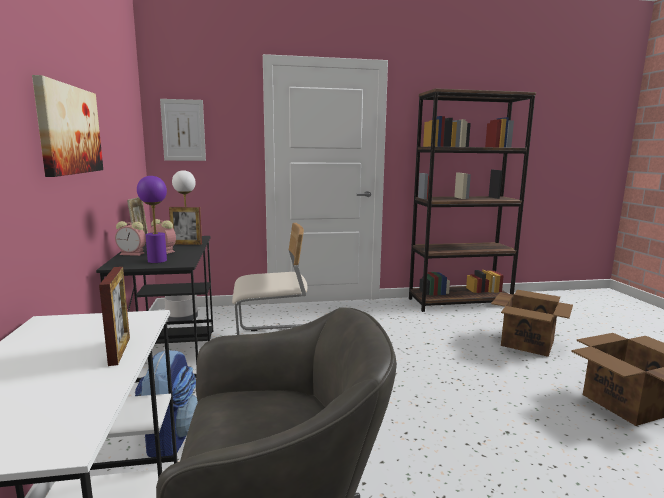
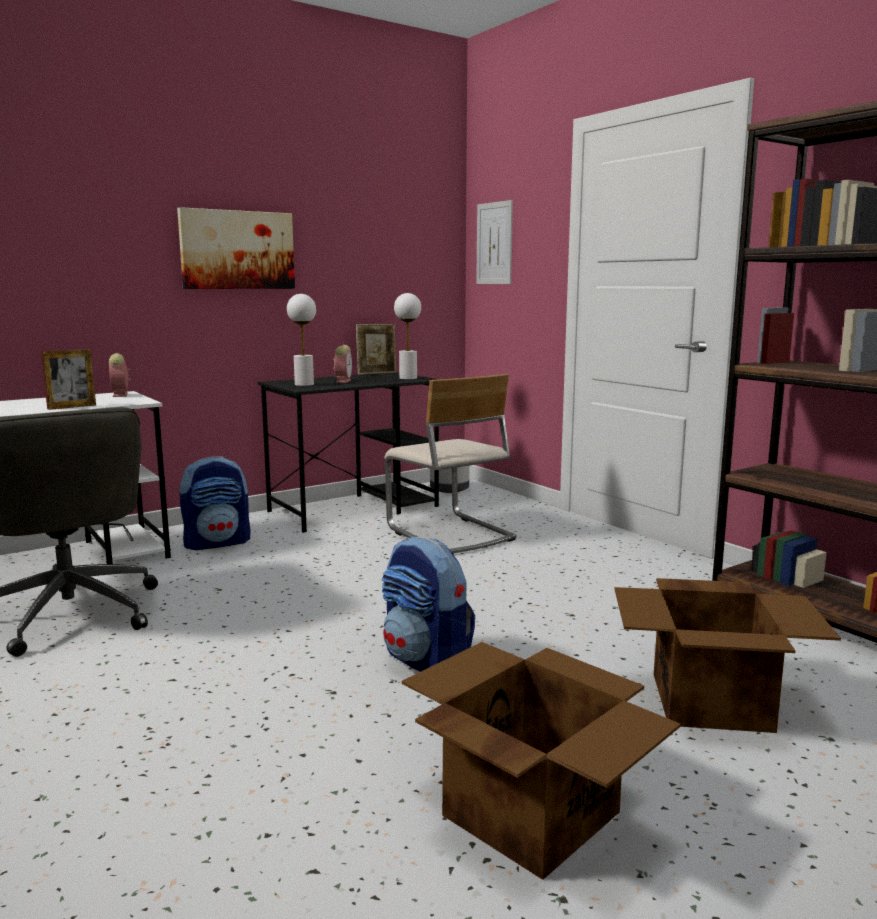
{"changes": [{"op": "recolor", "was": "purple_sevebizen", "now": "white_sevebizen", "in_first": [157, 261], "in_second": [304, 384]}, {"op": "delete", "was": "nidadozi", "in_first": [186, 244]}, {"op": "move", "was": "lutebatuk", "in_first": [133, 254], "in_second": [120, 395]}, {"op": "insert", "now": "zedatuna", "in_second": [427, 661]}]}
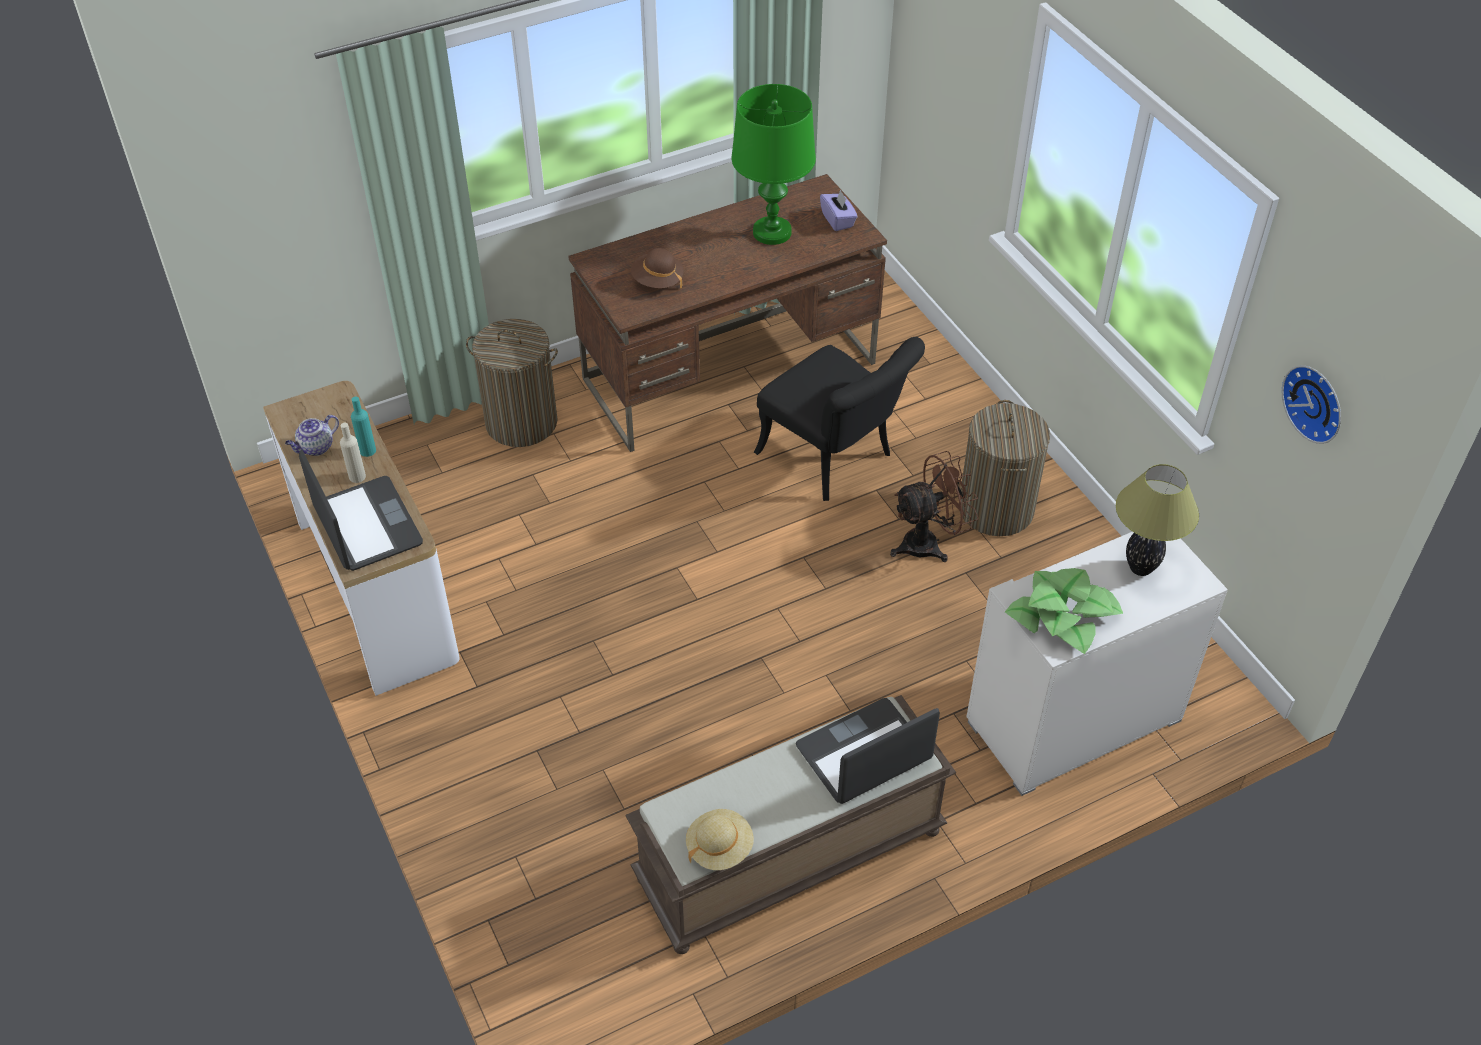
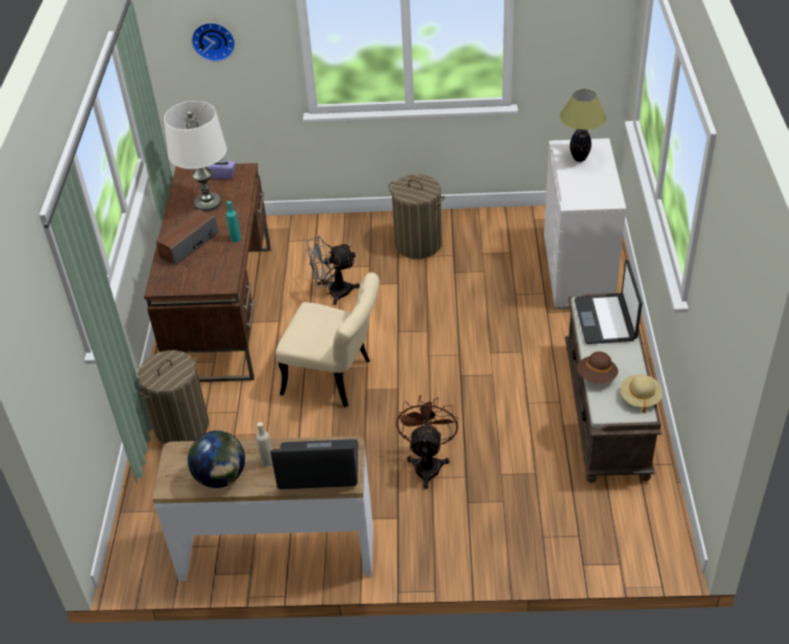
{"changes": [{"op": "recolor", "was": "green_sevebizen", "now": "white_sevebizen", "in_first": [772, 232], "in_second": [208, 203]}, {"op": "move", "was": "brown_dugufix", "in_first": [657, 281], "in_second": [596, 376]}, {"op": "replace", "was": "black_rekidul", "now": "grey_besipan", "in_first": [834, 460], "in_second": [333, 293]}, {"op": "move", "was": "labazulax", "in_first": [1316, 402], "in_second": [213, 40]}, {"op": "move", "was": "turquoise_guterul", "in_first": [367, 450], "in_second": [235, 239]}, {"op": "replace", "was": "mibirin", "now": "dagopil", "in_first": [316, 448], "in_second": [221, 477]}, {"op": "move", "was": "brown_besipan", "in_first": [929, 543], "in_second": [428, 463]}, {"op": "delete", "was": "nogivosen", "in_first": [1062, 616]}, {"op": "insert", "now": "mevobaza", "in_second": [188, 244]}, {"op": "insert", "now": "beige_rekidul", "in_second": [336, 378]}]}
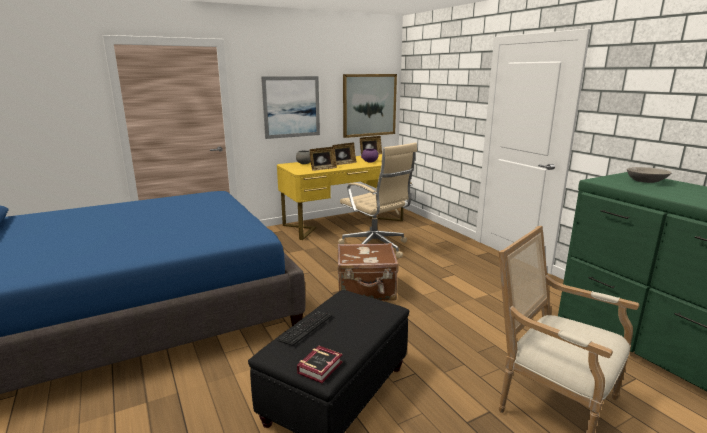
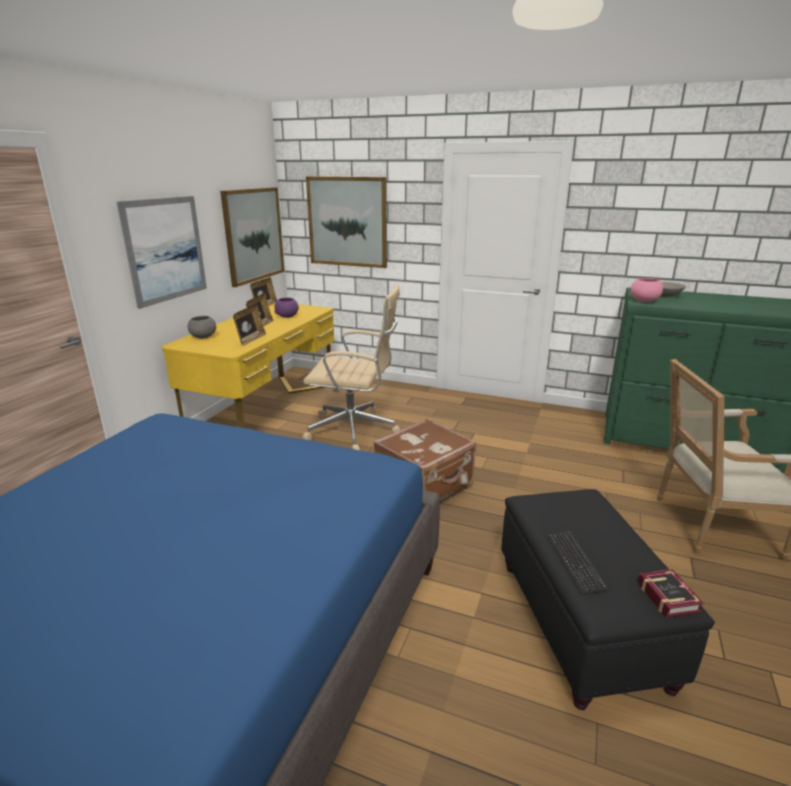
{"changes": [{"op": "insert", "now": "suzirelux", "in_second": [347, 222]}, {"op": "insert", "now": "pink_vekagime", "in_second": [644, 301]}]}
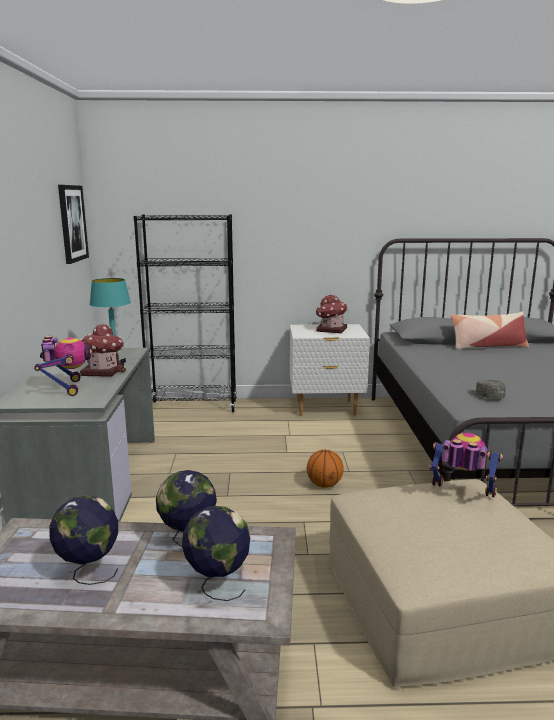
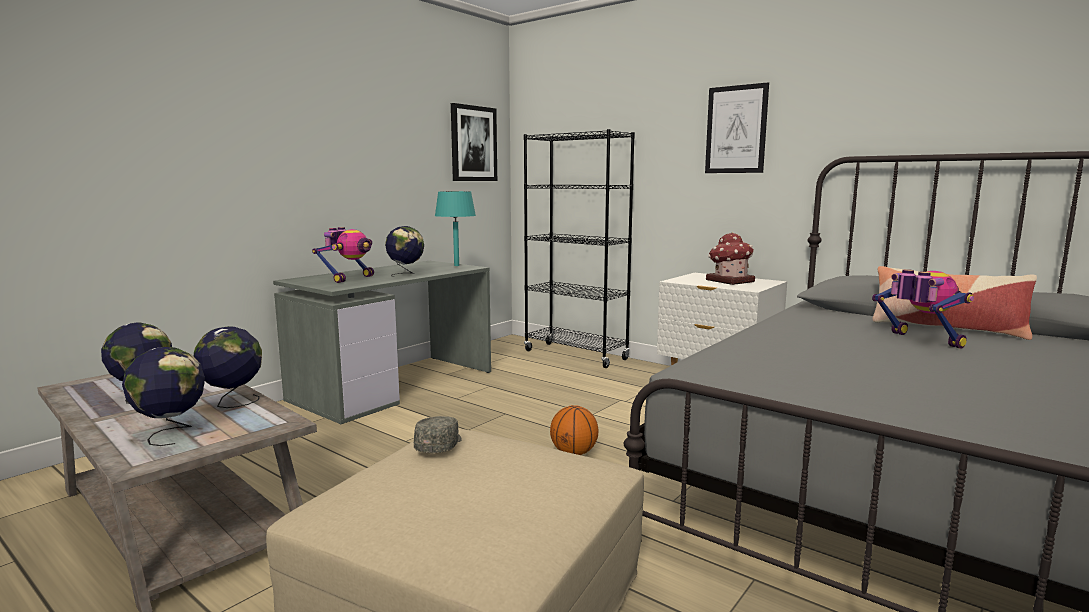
{"changes": [{"op": "replace", "was": "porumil", "now": "dagopil", "in_first": [104, 371], "in_second": [406, 274]}, {"op": "move", "was": "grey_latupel", "in_first": [486, 396], "in_second": [440, 445]}, {"op": "move", "was": "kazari", "in_first": [461, 494], "in_second": [919, 341]}, {"op": "insert", "now": "suzirelux", "in_second": [736, 129]}]}
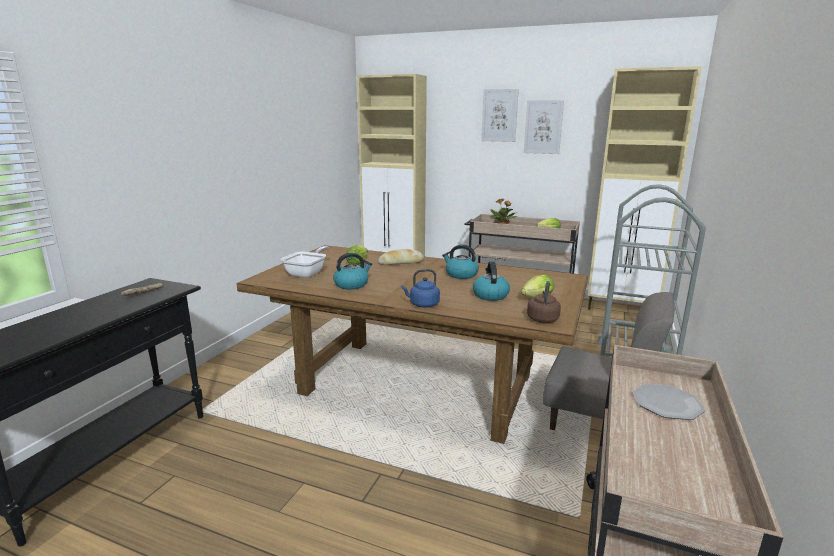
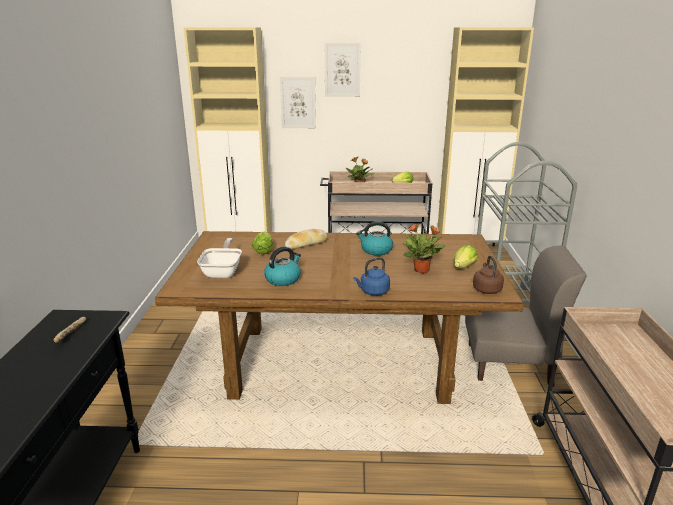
{"changes": [{"op": "move", "was": "suzirelux", "in_first": [543, 127], "in_second": [298, 102]}, {"op": "replace", "was": "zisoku", "now": "nogivosen", "in_first": [490, 295], "in_second": [422, 270]}, {"op": "delete", "was": "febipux", "in_first": [666, 403]}]}
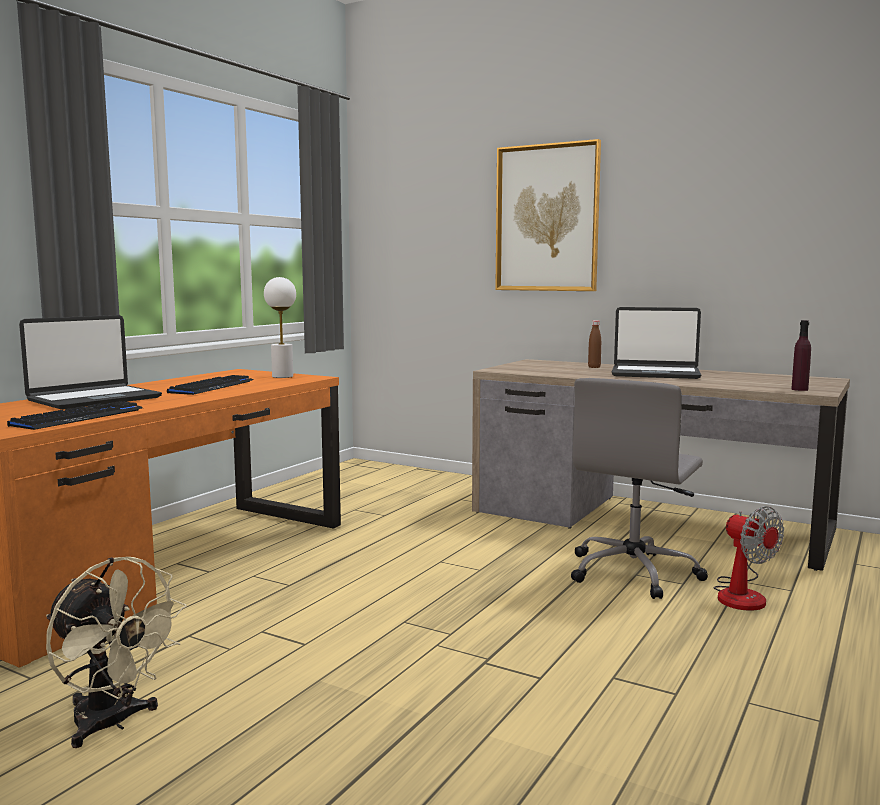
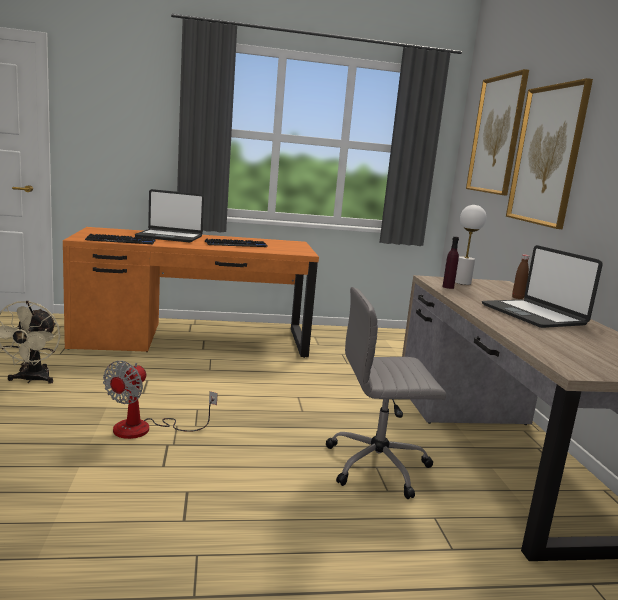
{"changes": [{"op": "move", "was": "white_sevebizen", "in_first": [282, 376], "in_second": [462, 282]}, {"op": "move", "was": "purple_guterul", "in_first": [799, 389], "in_second": [448, 287]}, {"op": "move", "was": "besipan", "in_first": [741, 594], "in_second": [145, 429]}, {"op": "insert", "now": "suzirelux", "in_second": [496, 135]}]}
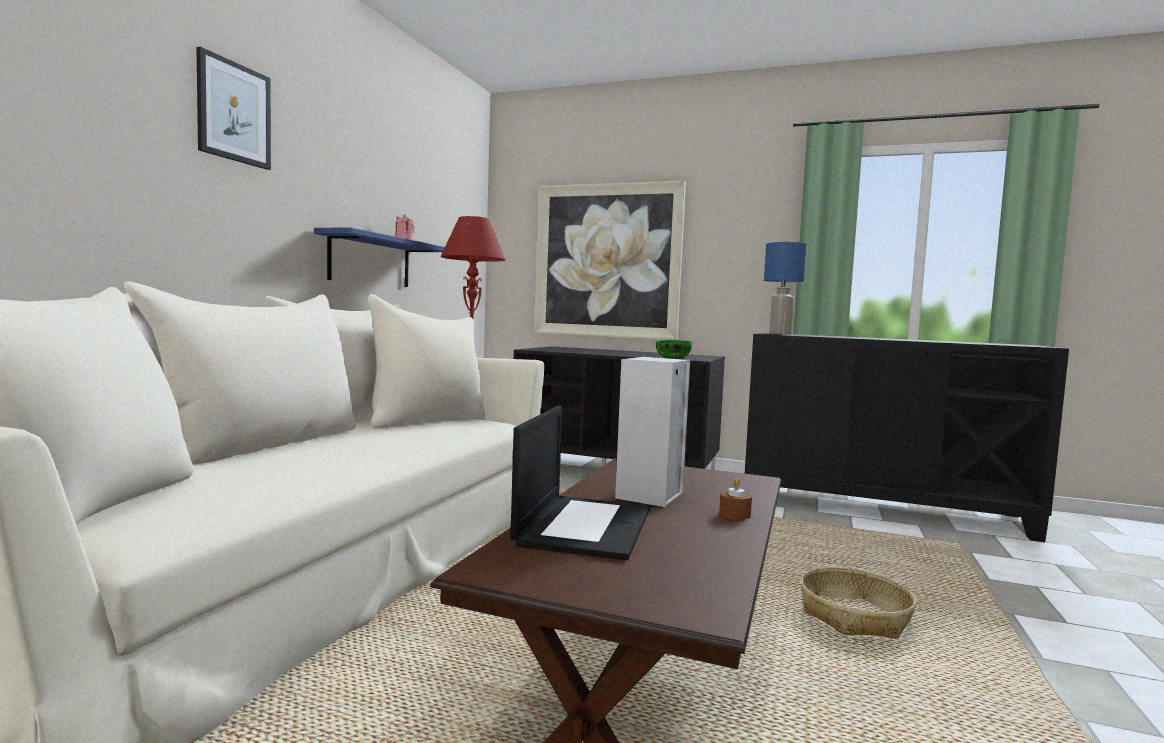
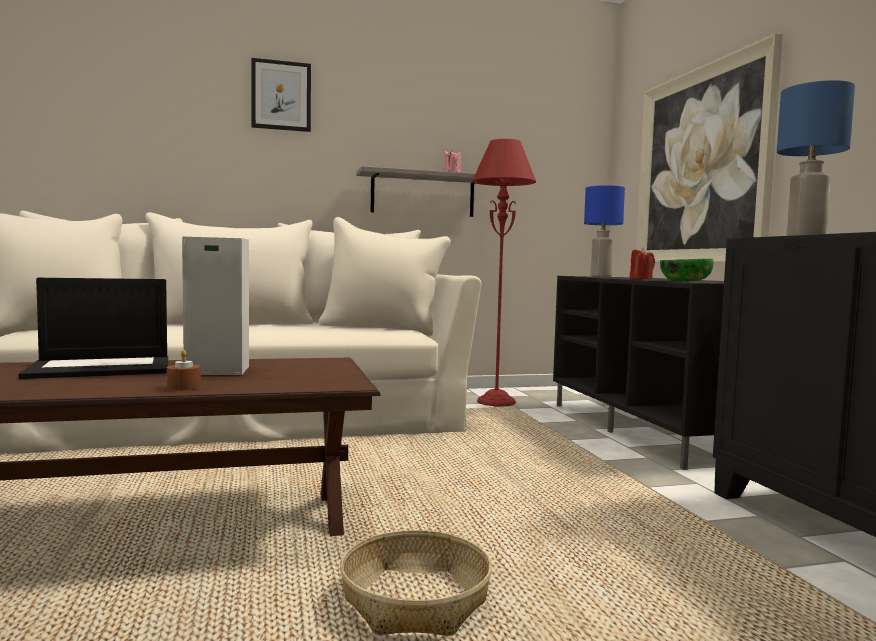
{"changes": [{"op": "recolor", "was": "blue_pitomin", "now": "grey_pitomin", "in_first": [370, 261], "in_second": [423, 195]}, {"op": "insert", "now": "blue_sevebizen", "in_second": [601, 276]}, {"op": "insert", "now": "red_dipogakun", "in_second": [641, 279]}]}
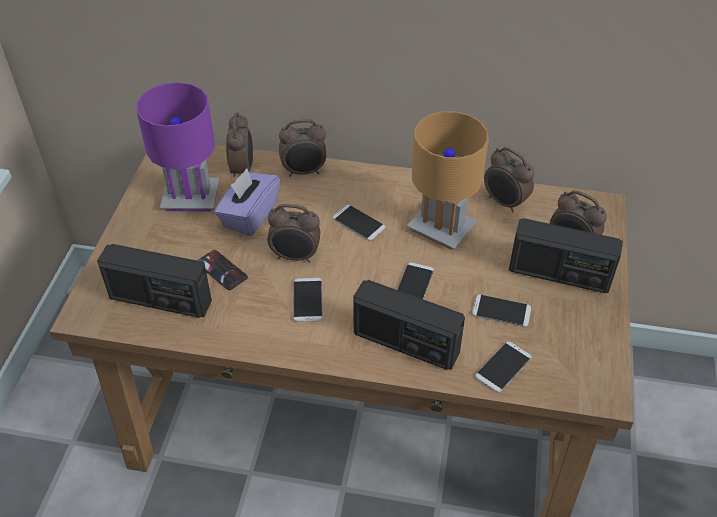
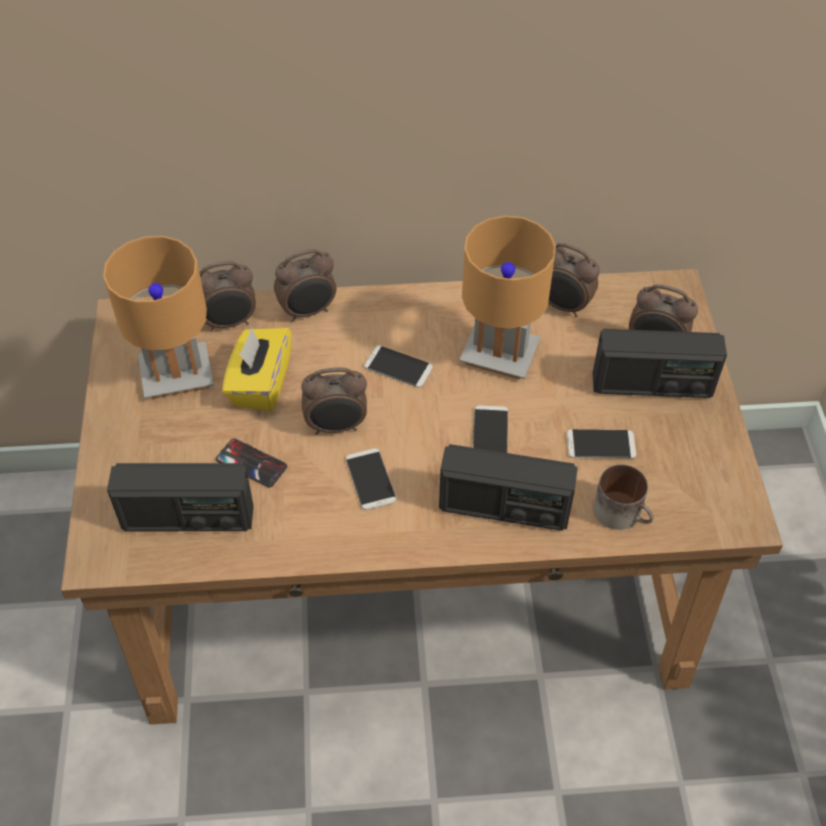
{"changes": [{"op": "recolor", "was": "purple_sevebizen", "now": "brown_sevebizen", "in_first": [191, 197], "in_second": [176, 374]}, {"op": "rotate", "was": "lutebatuk", "in_first": [243, 169], "in_second": [229, 323], "clockwise": 90}, {"op": "recolor", "was": "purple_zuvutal", "now": "yellow_zuvutal", "in_first": [249, 216], "in_second": [260, 384]}, {"op": "replace", "was": "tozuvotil", "now": "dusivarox", "in_first": [503, 367], "in_second": [623, 512]}]}
